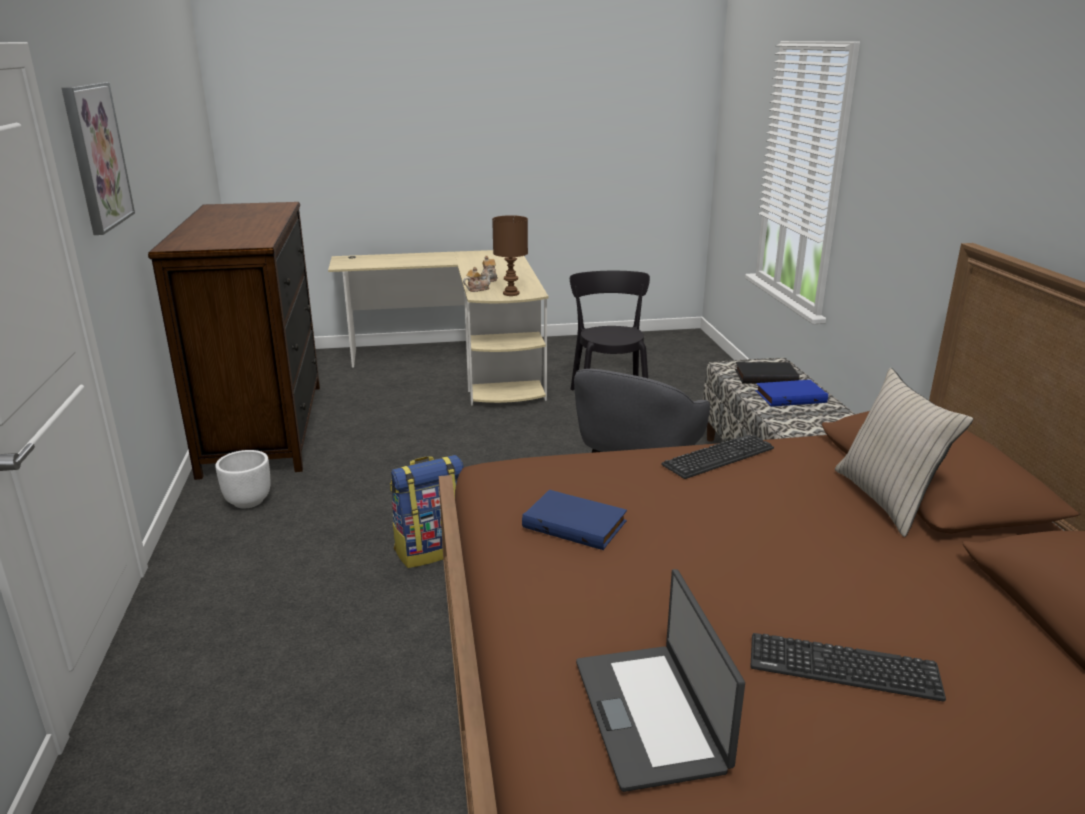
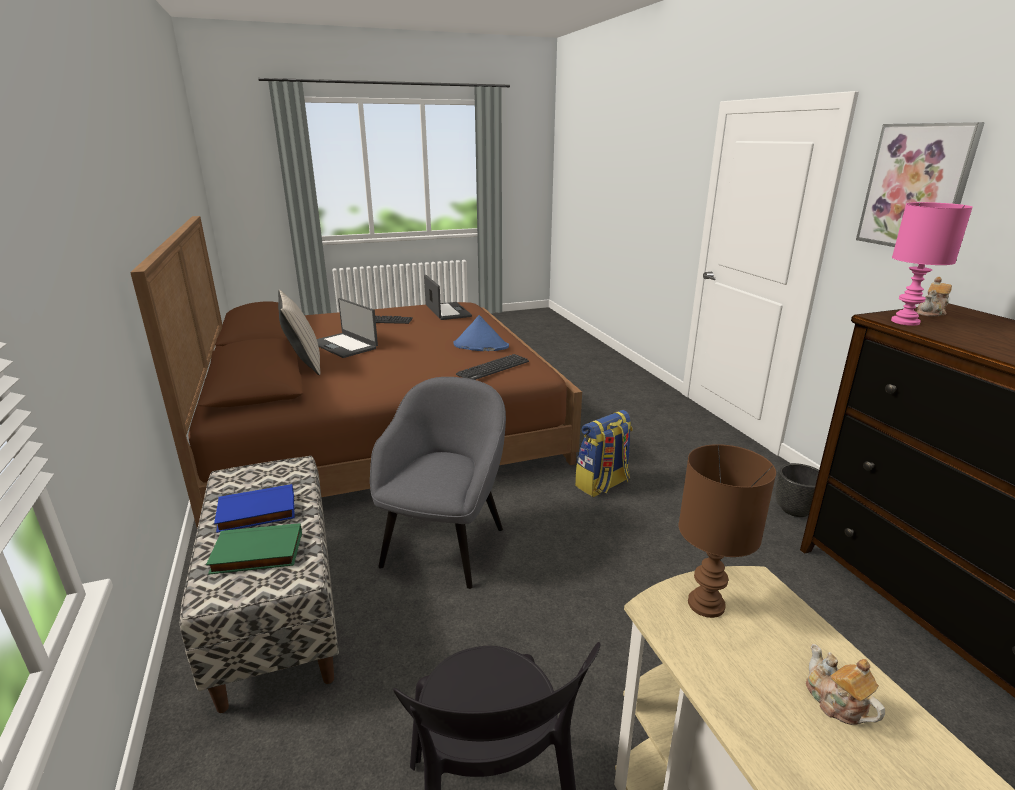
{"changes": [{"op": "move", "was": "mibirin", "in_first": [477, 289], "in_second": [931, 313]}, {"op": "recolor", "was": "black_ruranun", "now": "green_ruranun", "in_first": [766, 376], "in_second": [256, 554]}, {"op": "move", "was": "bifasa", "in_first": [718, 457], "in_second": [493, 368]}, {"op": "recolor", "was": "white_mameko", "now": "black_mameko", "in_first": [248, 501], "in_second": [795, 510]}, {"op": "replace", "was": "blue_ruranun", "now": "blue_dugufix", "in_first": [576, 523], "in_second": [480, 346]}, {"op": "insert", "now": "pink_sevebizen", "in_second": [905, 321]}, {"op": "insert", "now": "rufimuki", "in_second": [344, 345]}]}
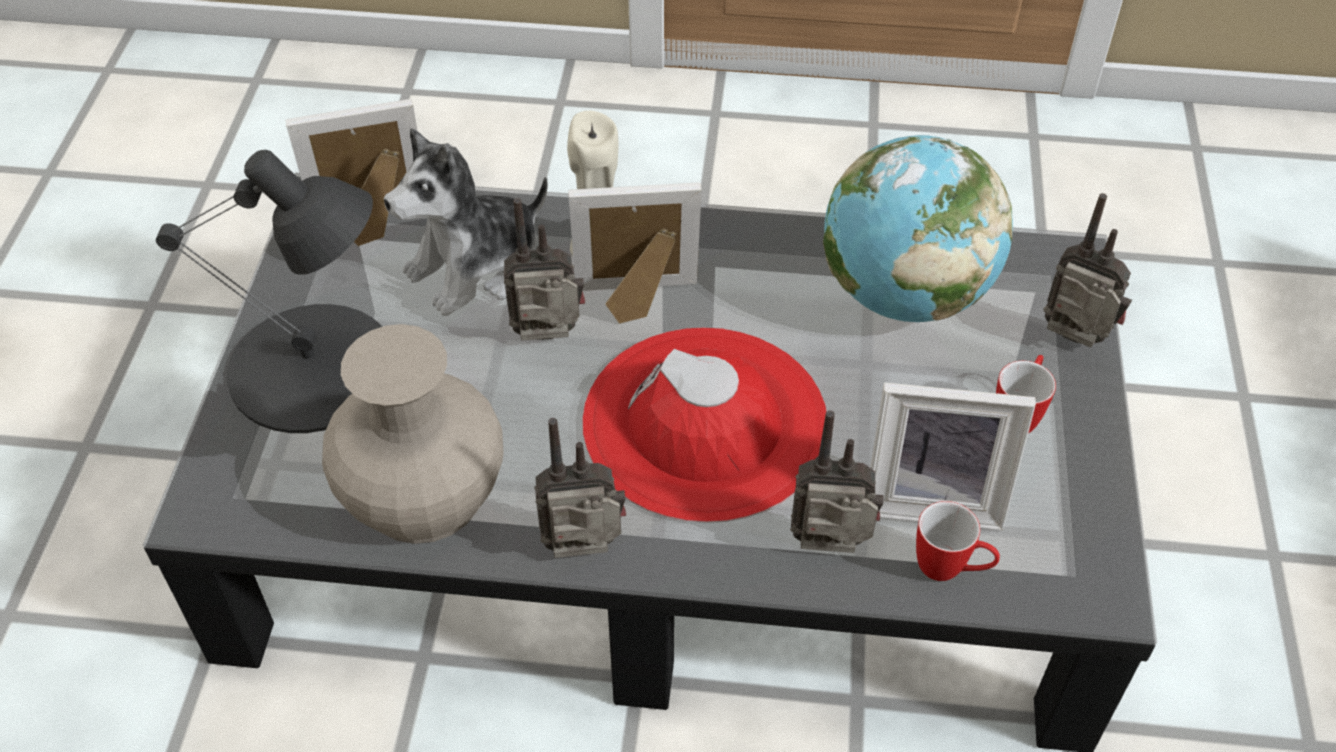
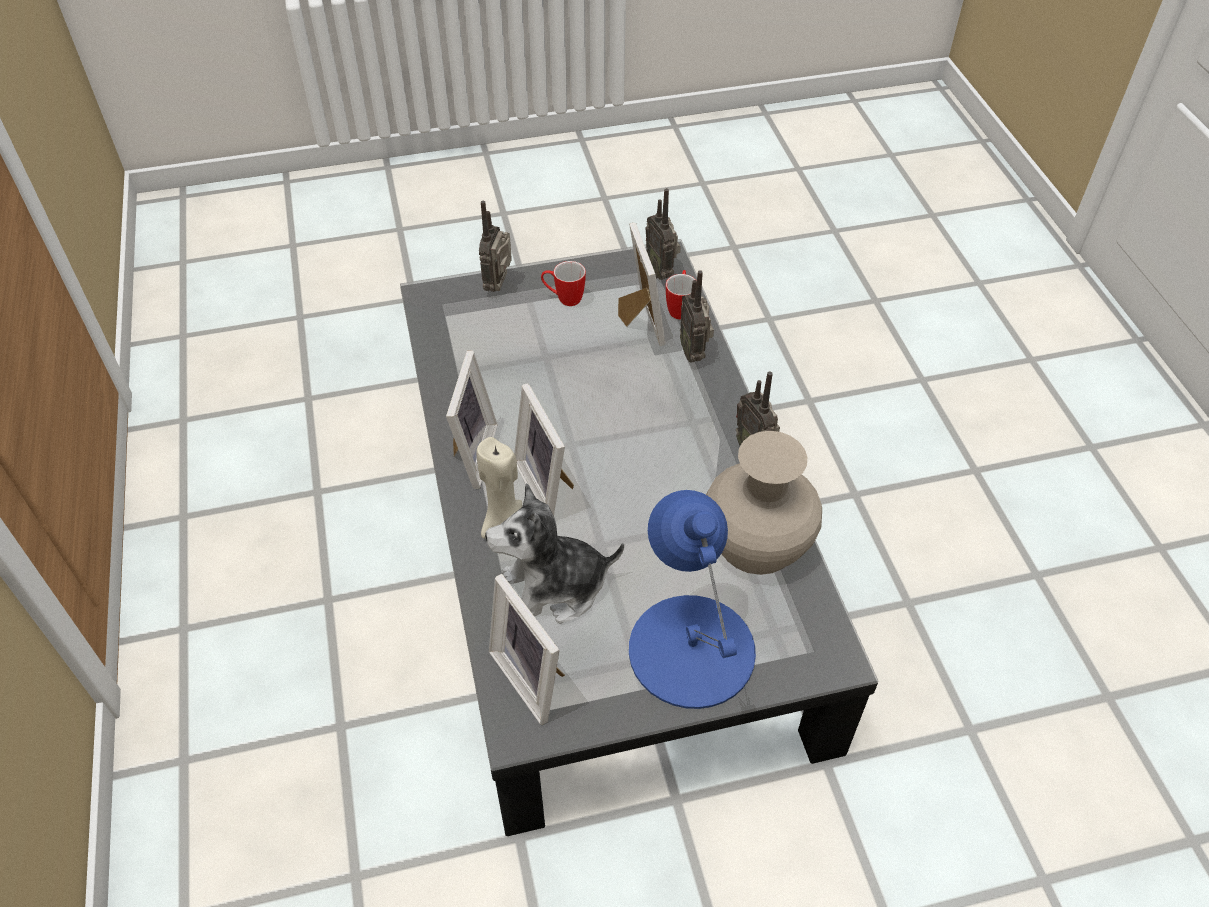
{"changes": [{"op": "rotate", "was": "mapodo", "in_first": [476, 268], "in_second": [554, 588], "clockwise": 135}, {"op": "delete", "was": "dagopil", "in_first": [904, 294]}, {"op": "recolor", "was": "black_sevebizen", "now": "blue_sevebizen", "in_first": [314, 369], "in_second": [692, 648]}, {"op": "move", "was": "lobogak", "in_first": [549, 341], "in_second": [661, 271]}, {"op": "delete", "was": "red_dugufix", "in_first": [705, 423]}, {"op": "insert", "now": "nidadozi", "in_second": [469, 454]}]}
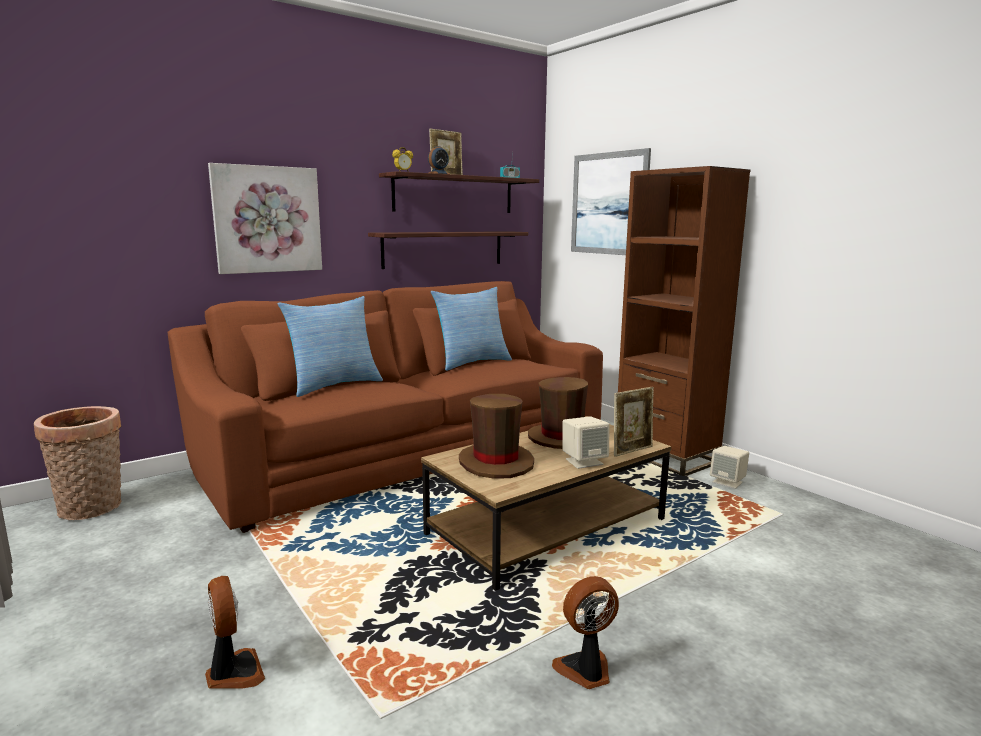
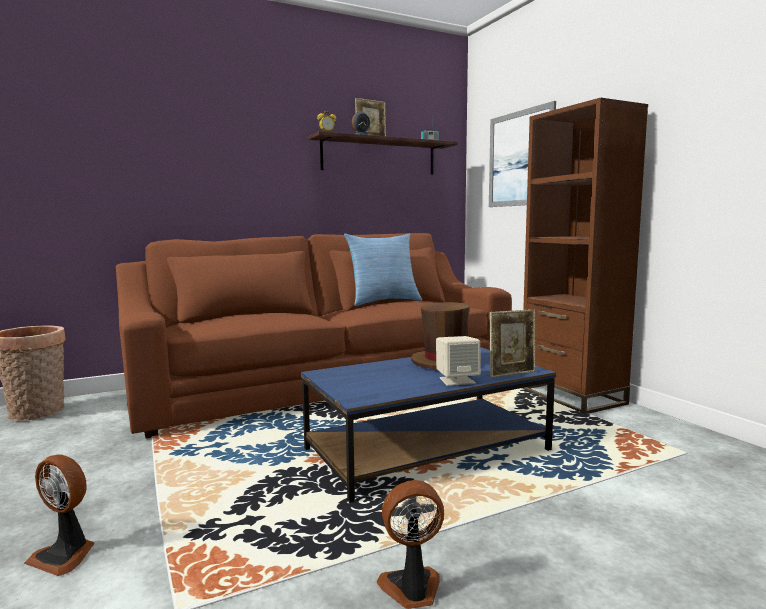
{"changes": [{"op": "delete", "was": "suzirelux", "in_first": [267, 219]}, {"op": "delete", "was": "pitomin", "in_first": [444, 249]}, {"op": "delete", "was": "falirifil", "in_first": [334, 385]}, {"op": "delete", "was": "brown_dugufix", "in_first": [496, 462]}, {"op": "recolor", "was": "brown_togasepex", "now": "blue_togasepex", "in_first": [548, 526], "in_second": [428, 450]}, {"op": "delete", "was": "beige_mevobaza", "in_first": [728, 482]}, {"op": "rotate", "was": "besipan", "in_first": [233, 673], "in_second": [65, 555], "clockwise": 135}]}
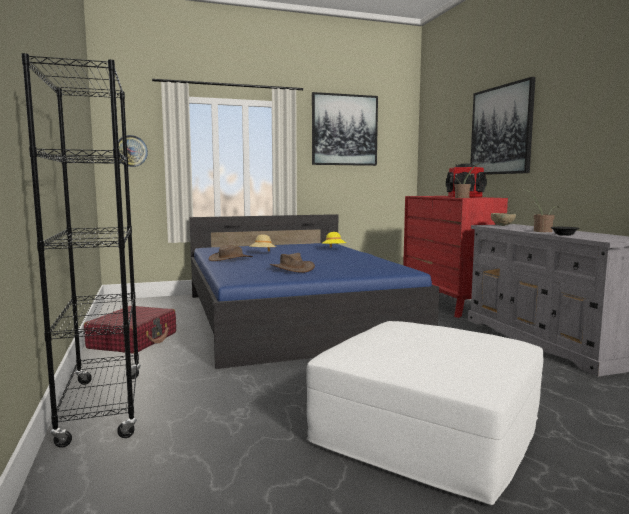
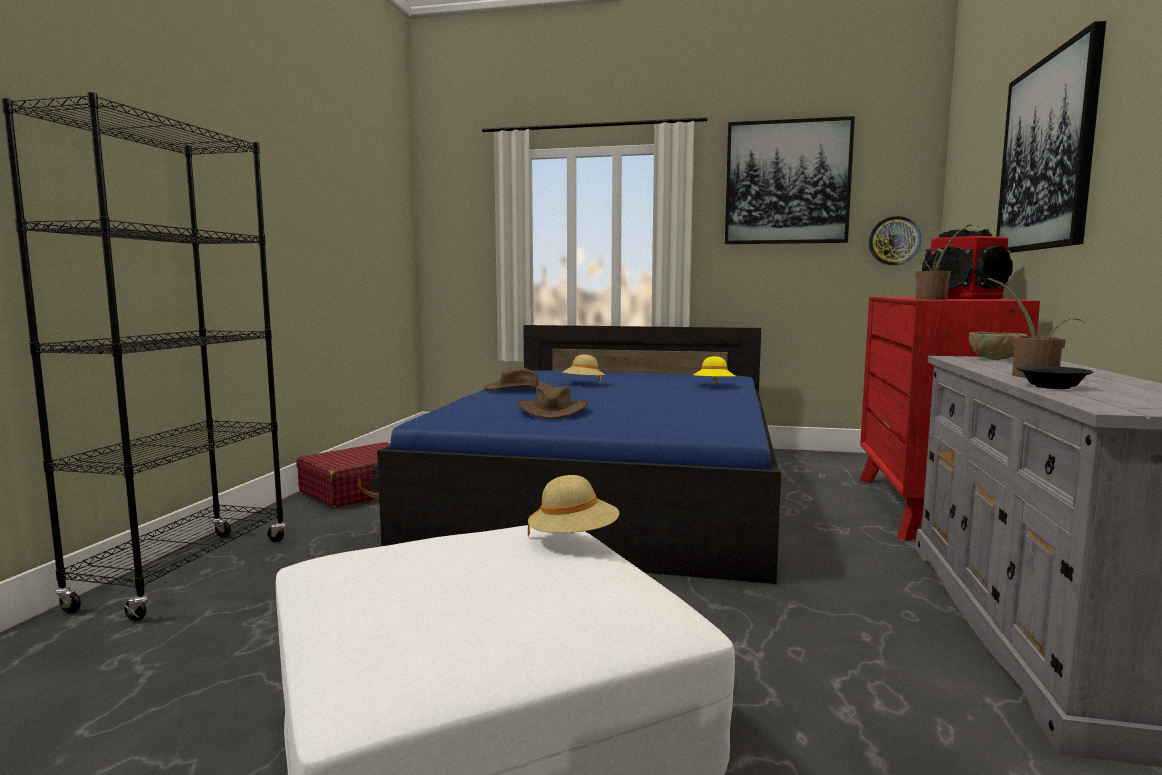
{"changes": [{"op": "move", "was": "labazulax", "in_first": [131, 151], "in_second": [894, 241]}, {"op": "insert", "now": "beige_dugufix", "in_second": [573, 539]}]}
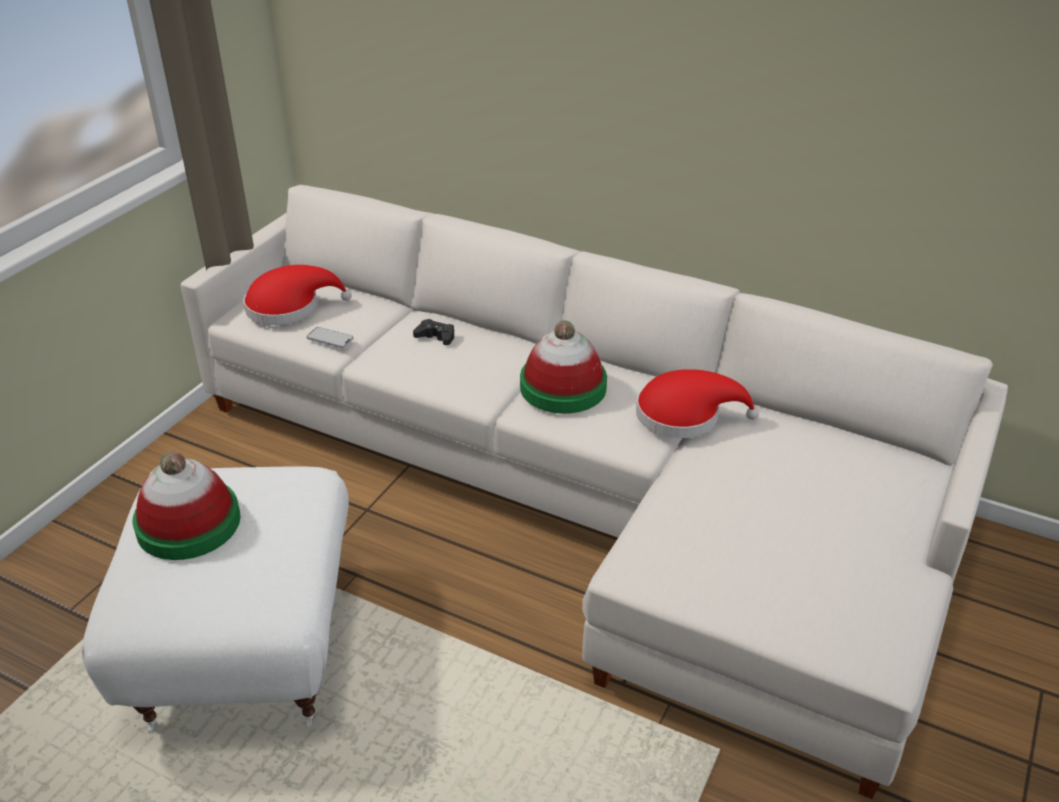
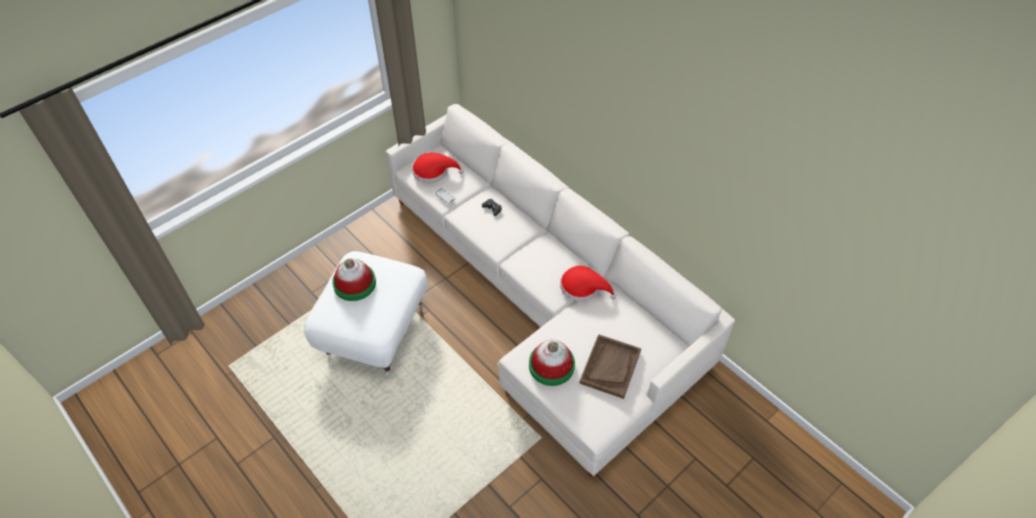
{"changes": [{"op": "move", "was": "dugufix", "in_first": [563, 387], "in_second": [551, 365]}, {"op": "insert", "now": "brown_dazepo", "in_second": [610, 367]}]}
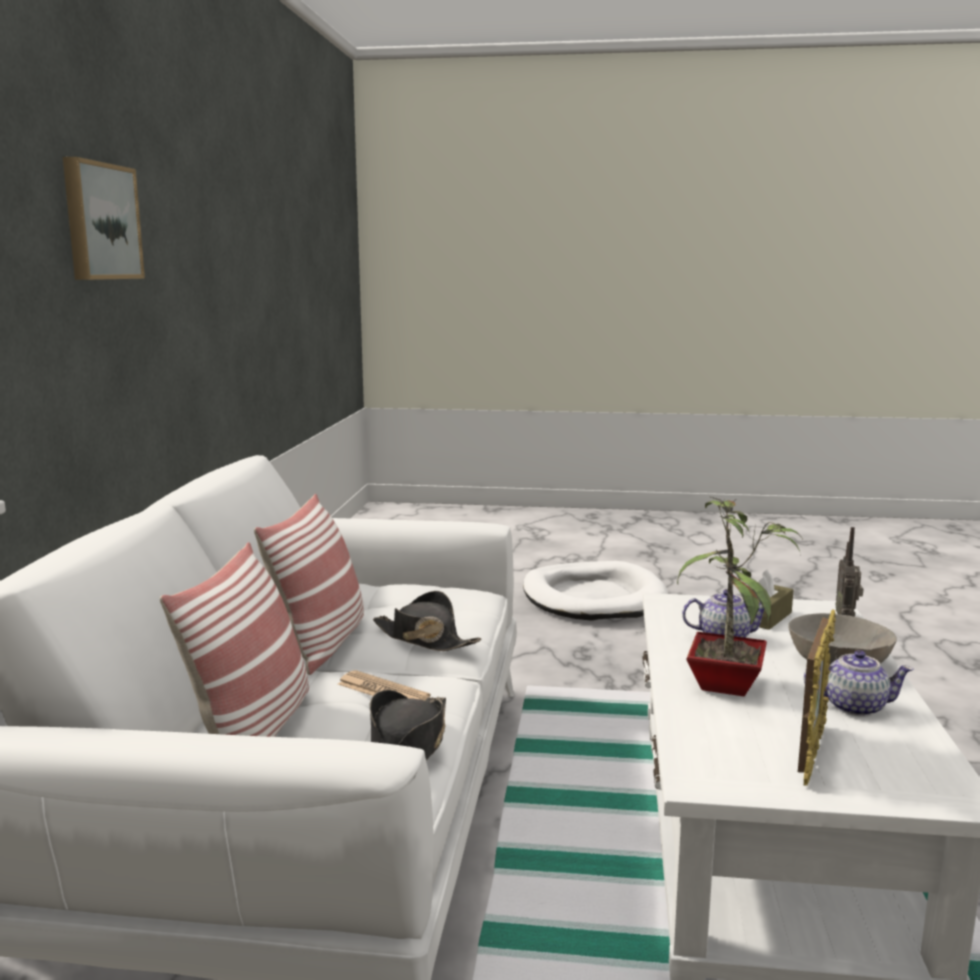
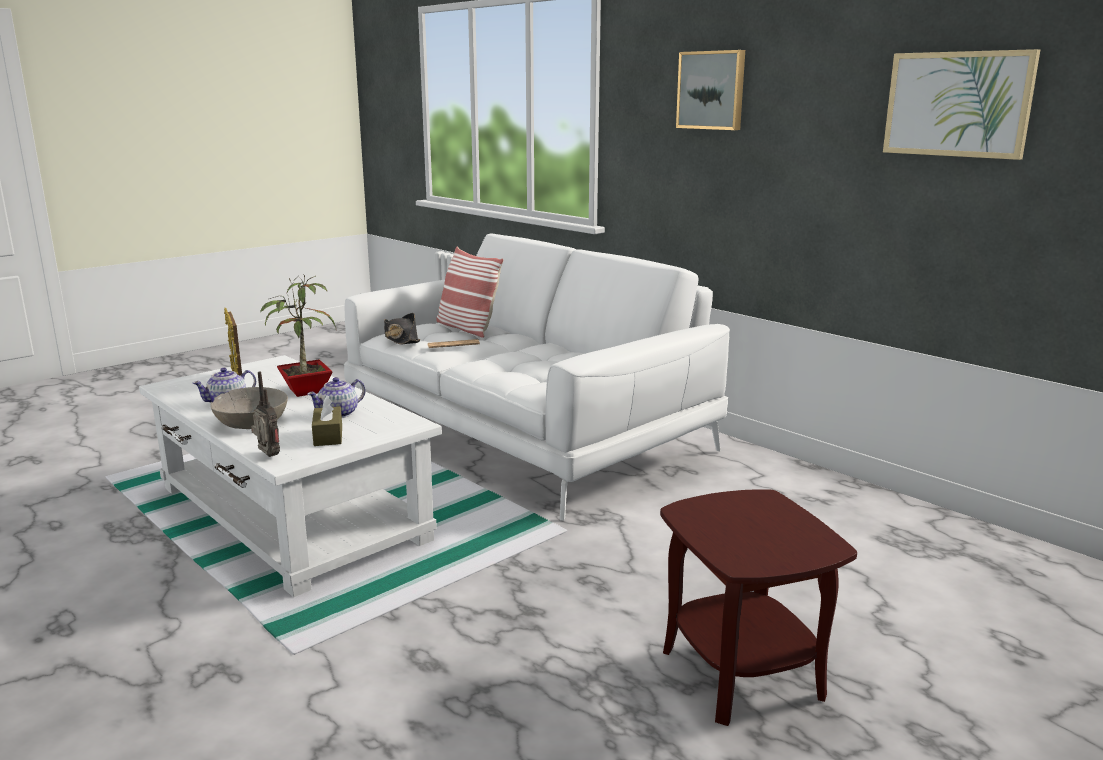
{"changes": [{"op": "delete", "was": "falirifil", "in_first": [321, 643]}, {"op": "replace", "was": "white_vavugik", "now": "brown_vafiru", "in_first": [593, 598], "in_second": [743, 673]}, {"op": "delete", "was": "black_dugufix", "in_first": [424, 639]}, {"op": "insert", "now": "suzirelux", "in_second": [957, 104]}]}
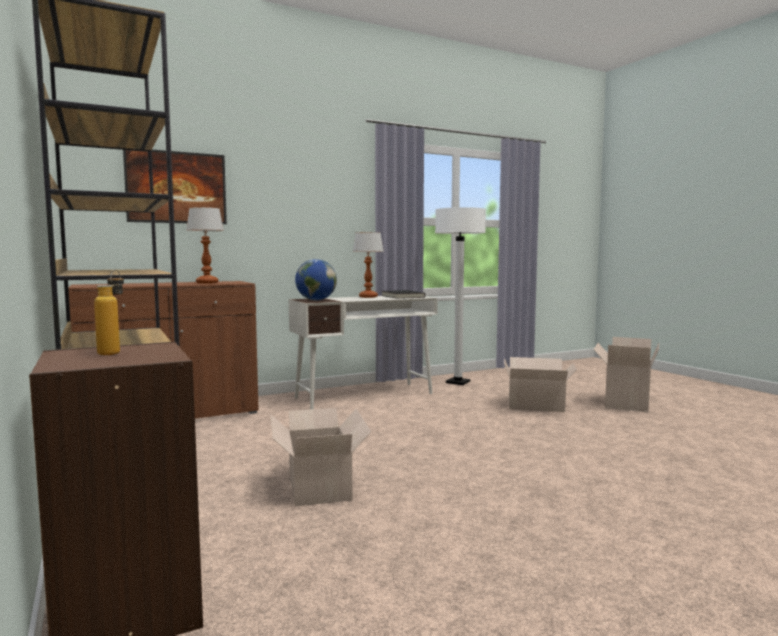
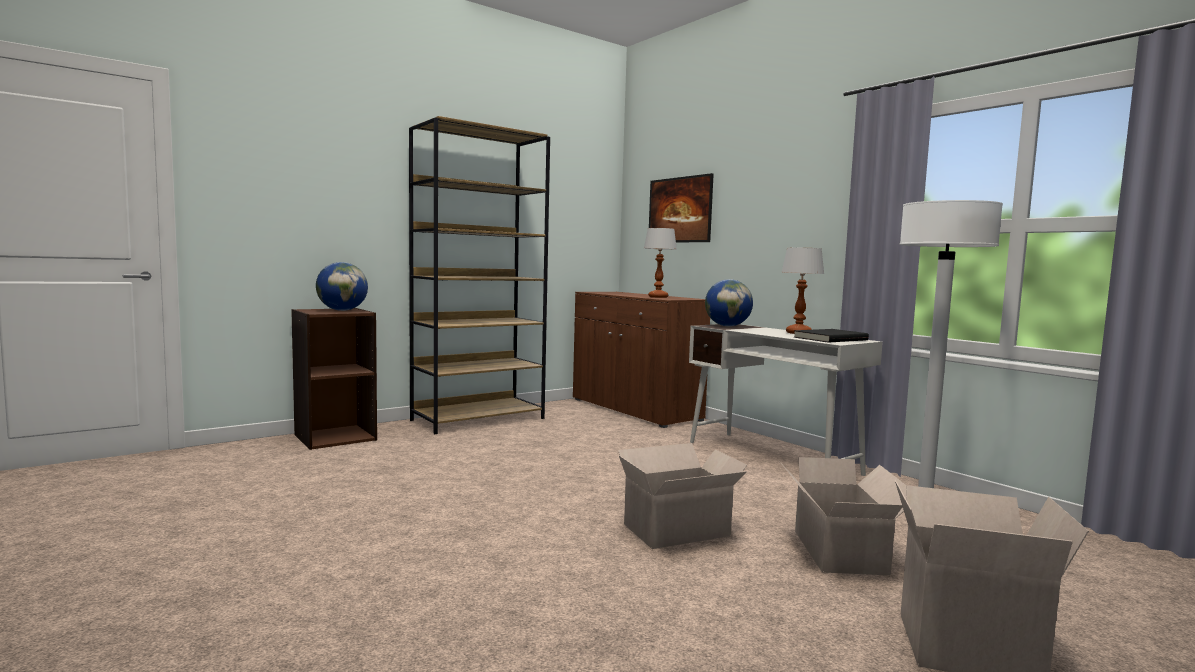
{"changes": [{"op": "replace", "was": "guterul", "now": "dagopil", "in_first": [113, 352], "in_second": [342, 310]}, {"op": "move", "was": "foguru", "in_first": [319, 485], "in_second": [679, 530]}]}
